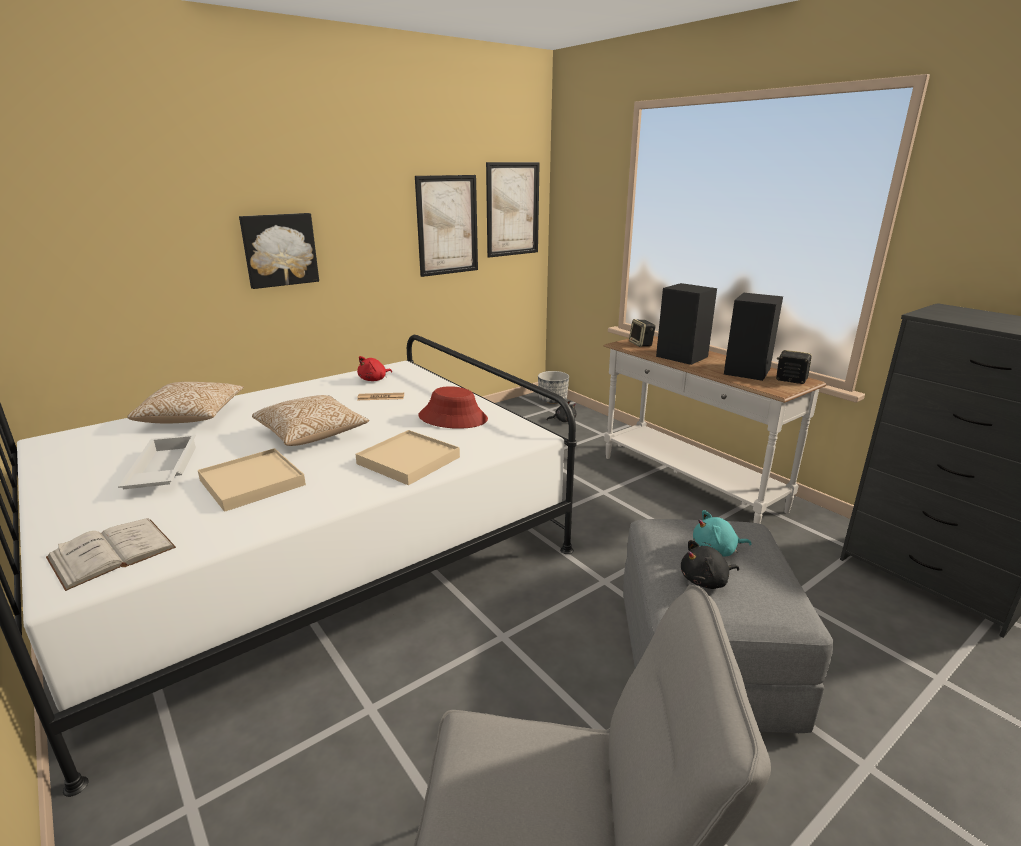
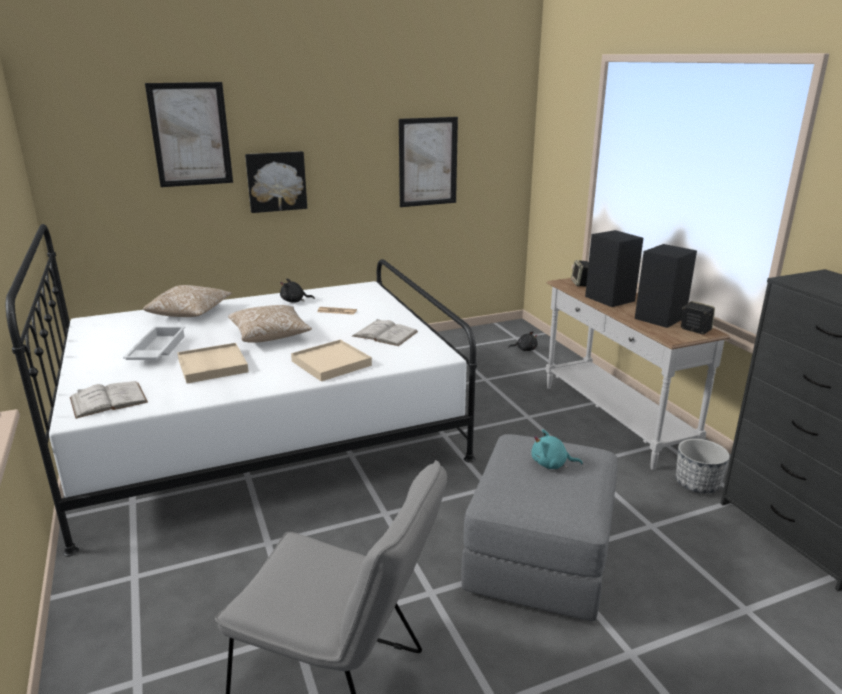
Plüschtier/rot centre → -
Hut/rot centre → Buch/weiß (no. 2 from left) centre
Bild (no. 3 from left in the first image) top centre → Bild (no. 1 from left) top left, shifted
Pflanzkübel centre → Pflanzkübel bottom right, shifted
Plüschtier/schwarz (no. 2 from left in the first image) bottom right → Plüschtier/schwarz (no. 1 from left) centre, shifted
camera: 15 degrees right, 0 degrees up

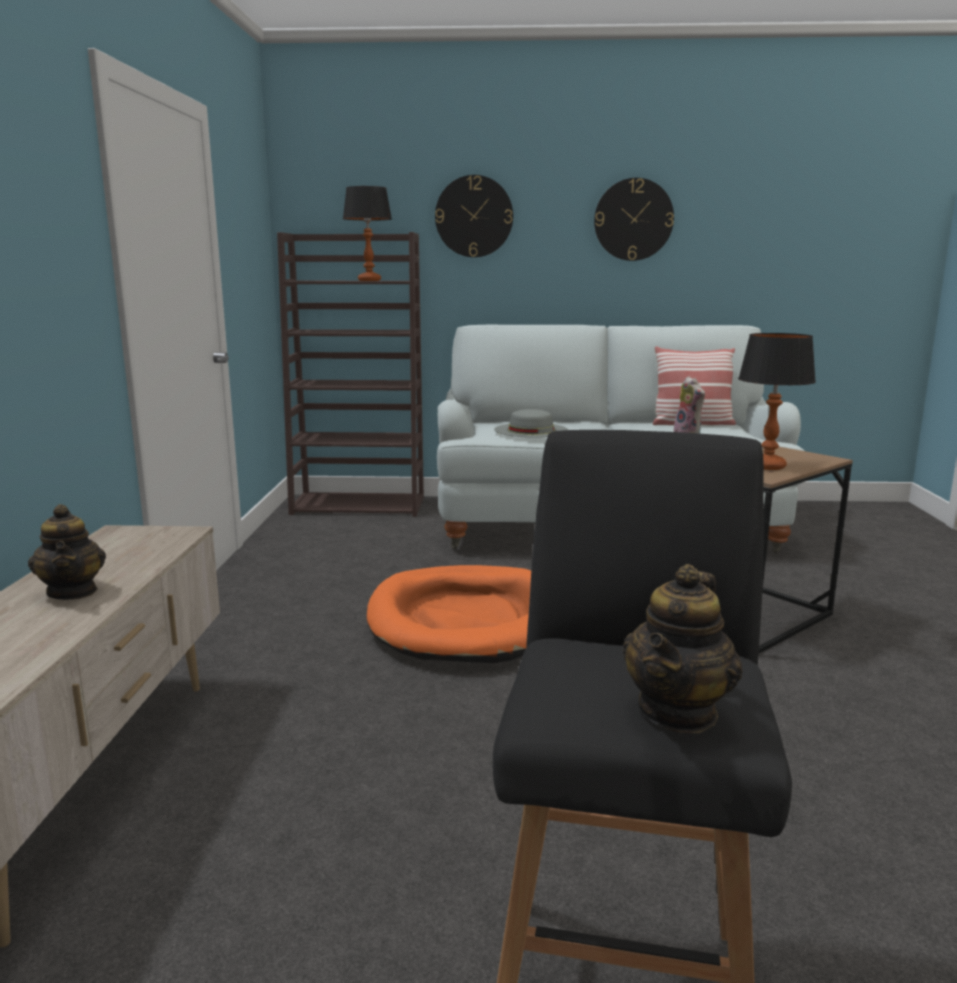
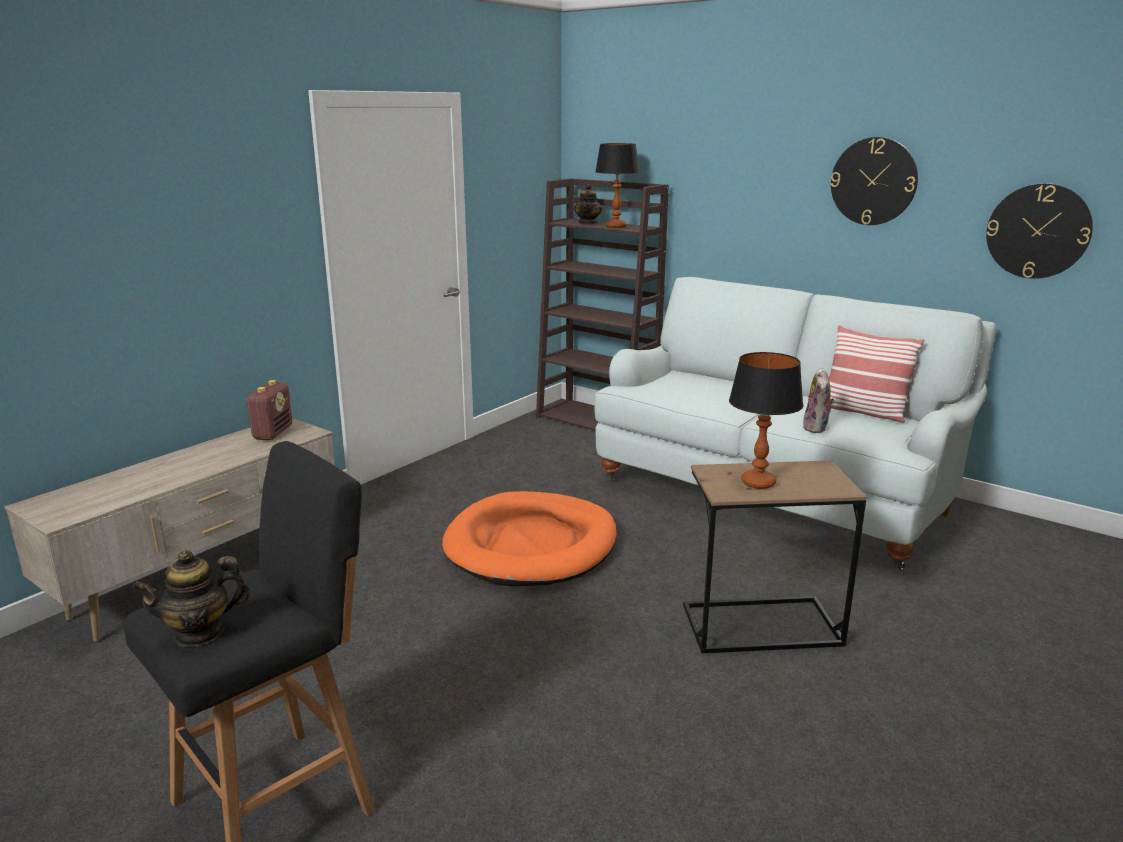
Teekanne (no. 1 from left in the first image) middle left → Teekanne (no. 2 from left) top centre, shifted
Wanduhr (no. 1 from left in the first image) top centre → Wanduhr (no. 2 from left) top right, shifted
Hut/grau centre → -
- → Radio middle left
camera: 35 degrees right, 5 degrees up

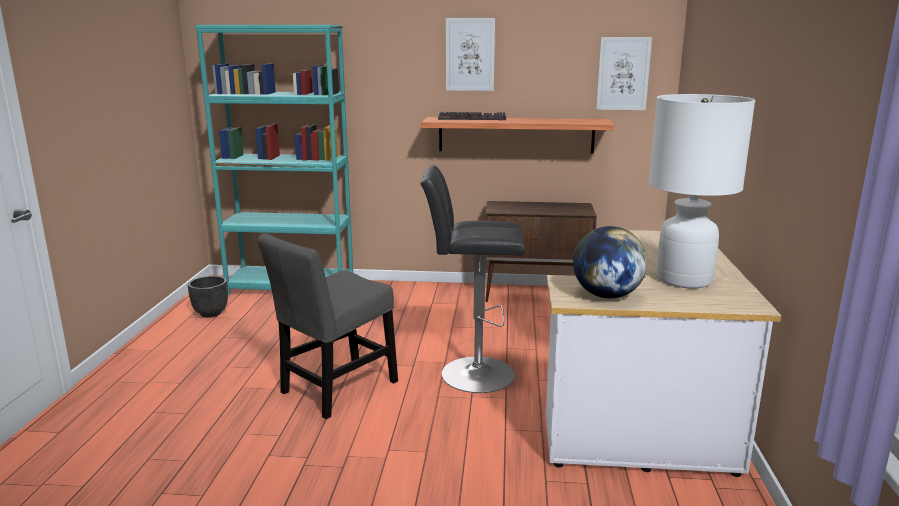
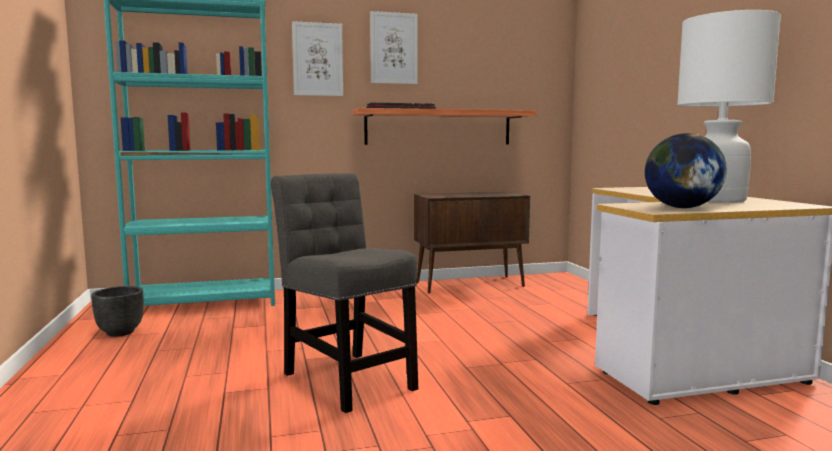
Stuhl/grau centre, 120 degrees clockwise
Hocker/schwarz centre → -
Bild (no. 2 from left in the first image) top right → Bild (no. 1 from left) top centre, shifted
camera: 20 degrees left, 10 degrees down

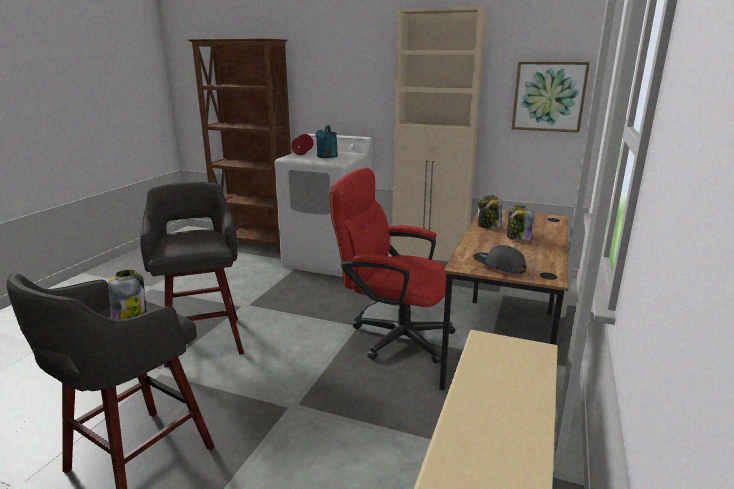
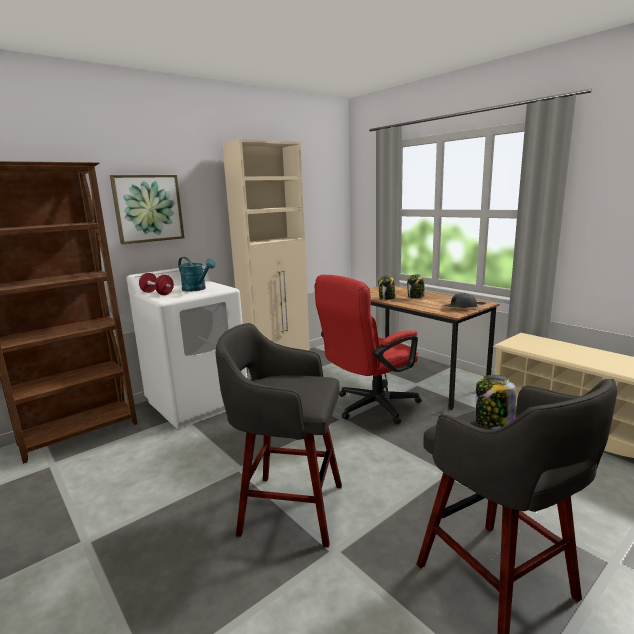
Bild top right → Bild top left, shifted
camera: 60 degrees left, 5 degrees down

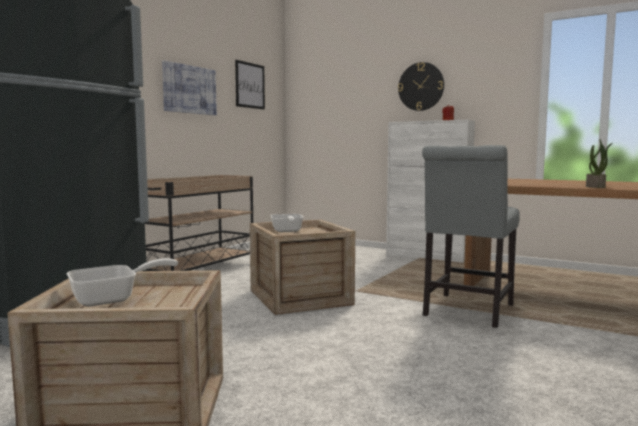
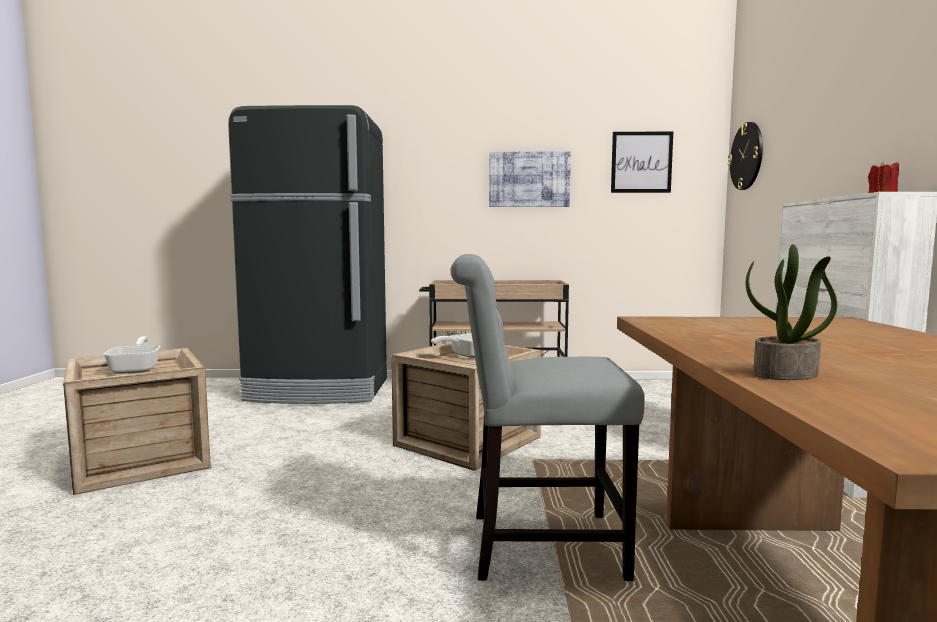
Pfanne (no. 1 from left) middle left, 135 degrees counterclockwise
Wanduhr top centre → Wanduhr top right, shifted
camera: 60 degrees right, 0 degrees up

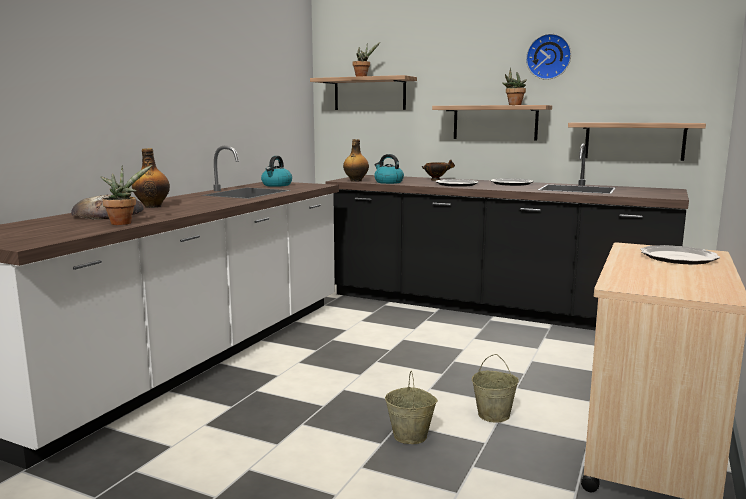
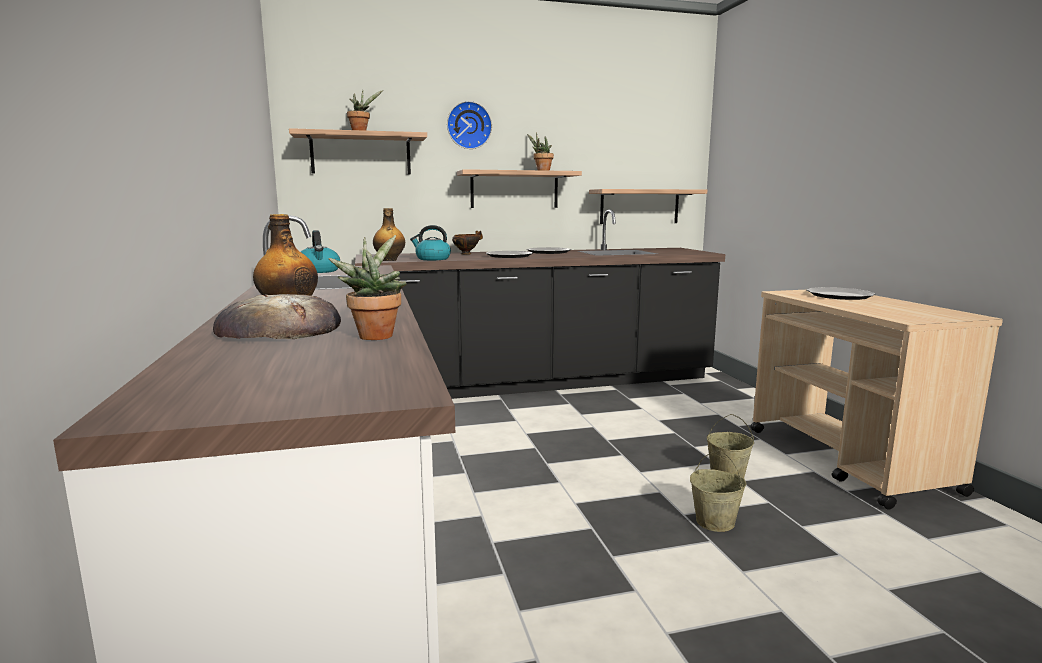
Wanduhr top right → Wanduhr top centre, shifted
camera: 40 degrees left, 0 degrees up

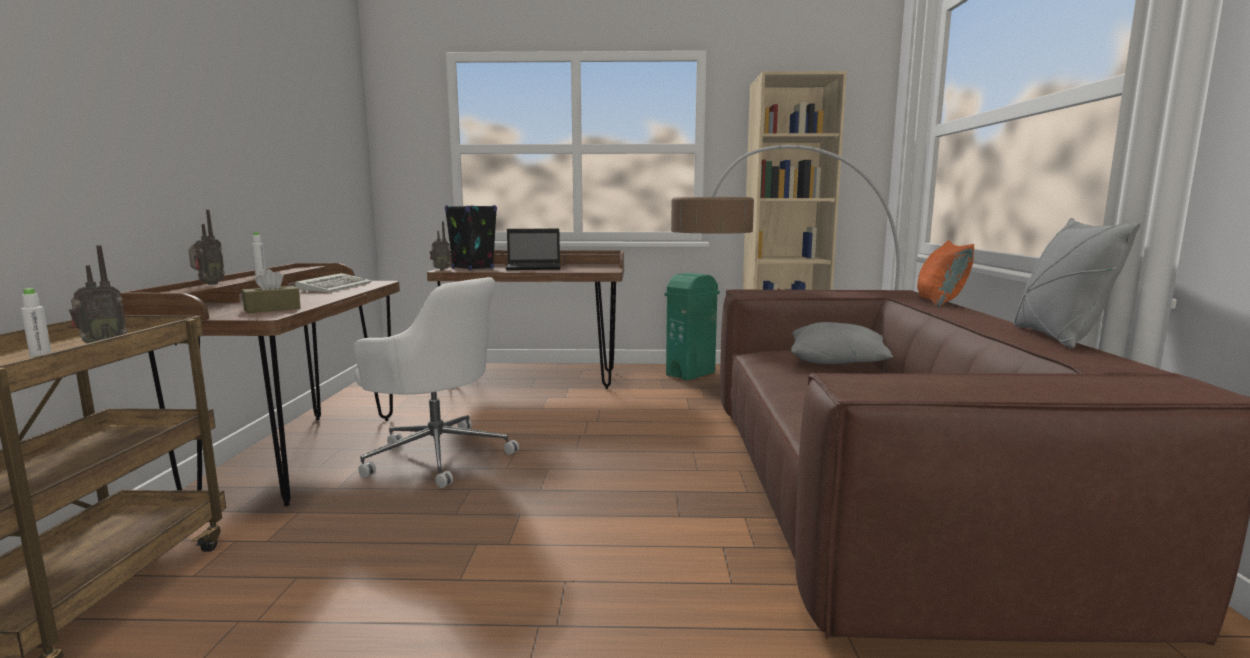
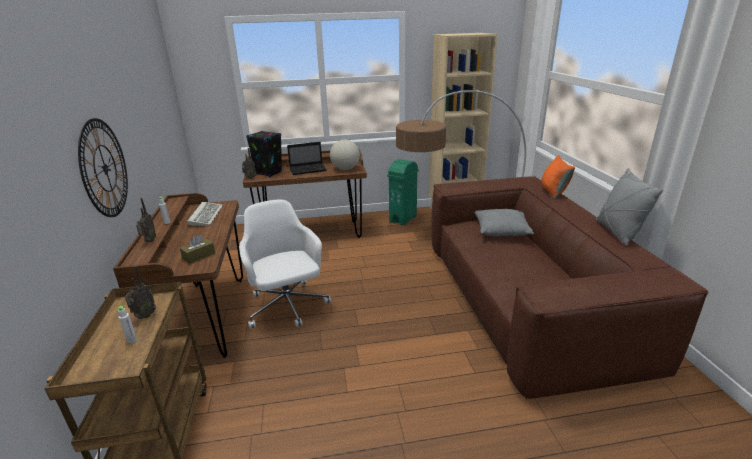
Bürostuhl/weiß centre, 135 degrees counterclockwise
- → Wanduhr middle left
- → Globus centre
camera: 10 degrees left, 15 degrees up

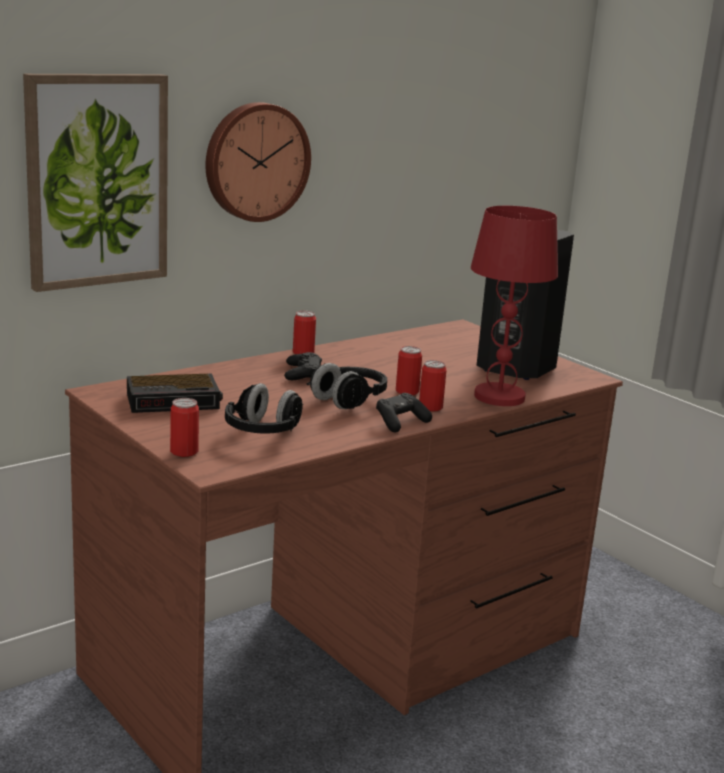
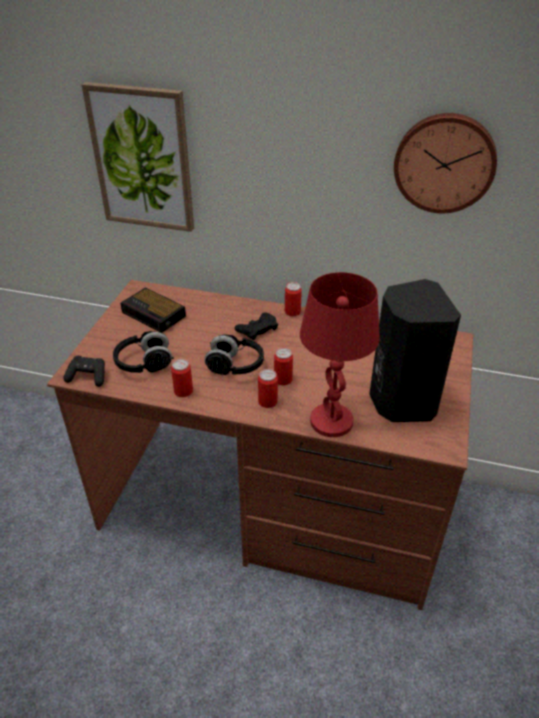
Dose (no. 1 from left) middle left → Dose (no. 1 from left) centre, shifted
Wanduhr top centre → Wanduhr top right, shifted
Gamepad/schwarz (no. 2 from left in the first image) centre → Gamepad/schwarz (no. 1 from left) middle left, shifted
camera: 55 degrees right, 20 degrees up

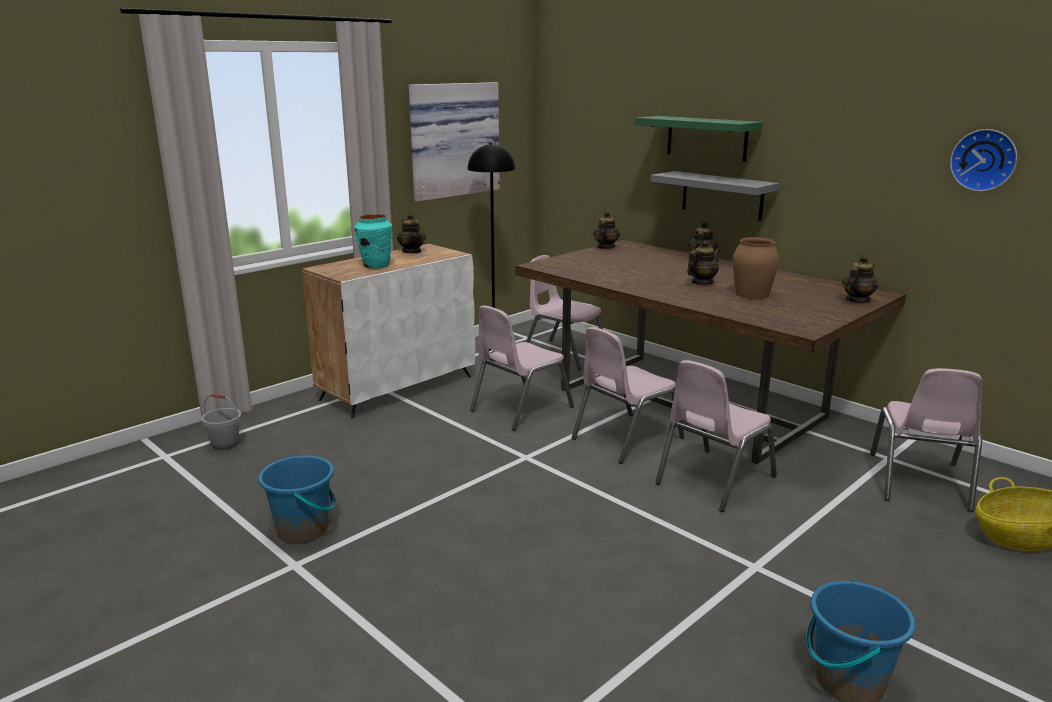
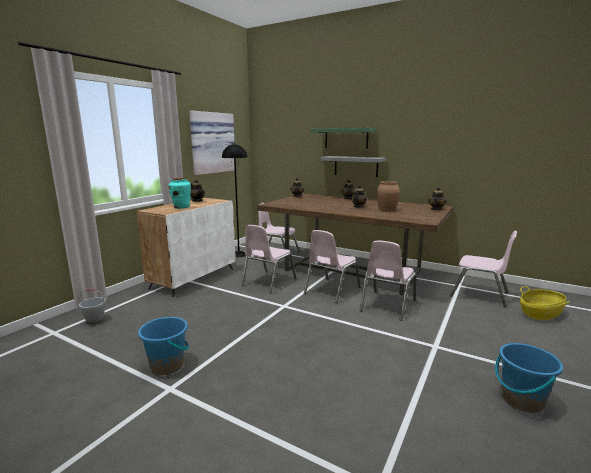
Stuhl/rosa (no. 5 from left) middle right, 60 degrees counterclockwise
Wanduhr top right → -
camera: 15 degrees left, 5 degrees down

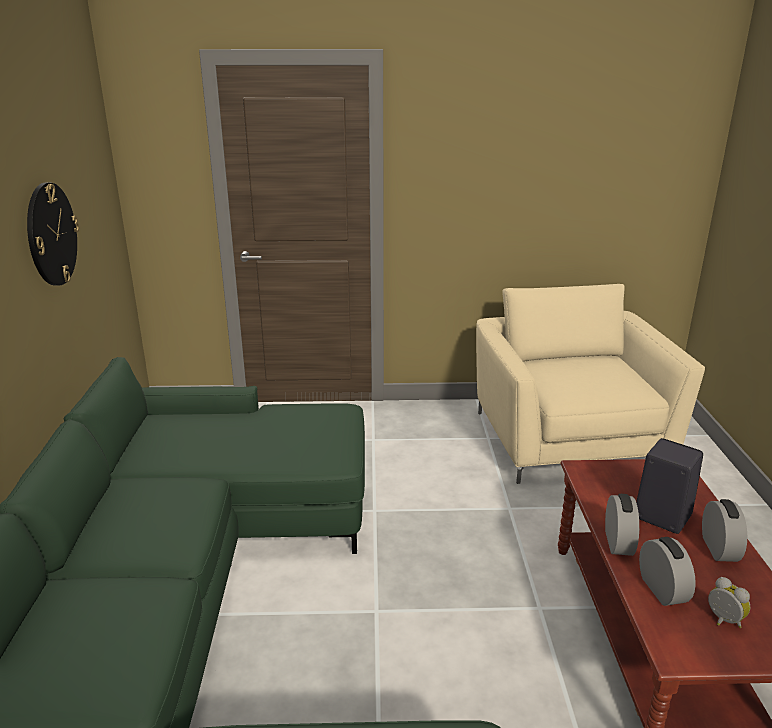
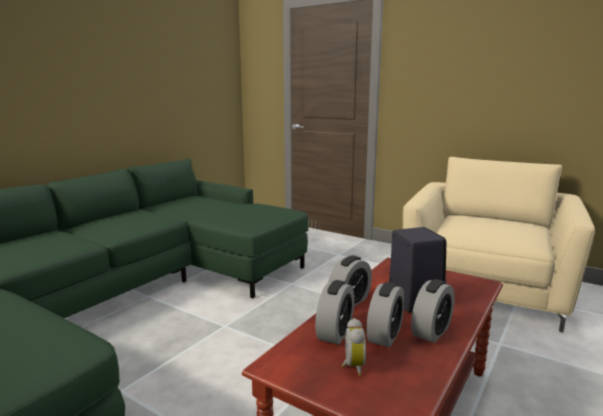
Wanduhr top left → -
- → Wecker (no. 4 from left) bottom centre
camera: 35 degrees right, 10 degrees down

